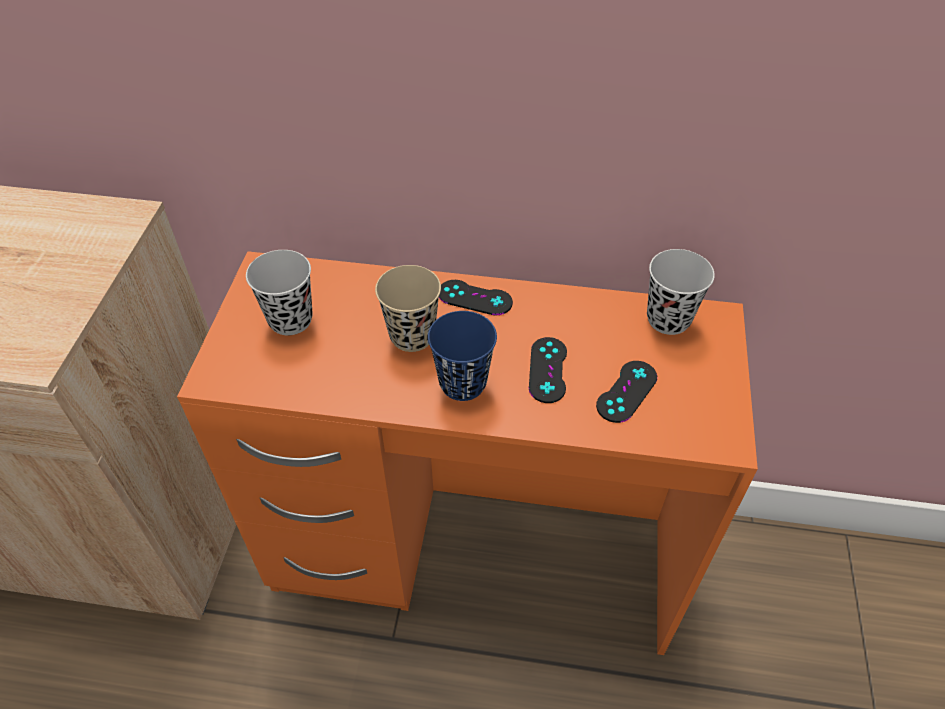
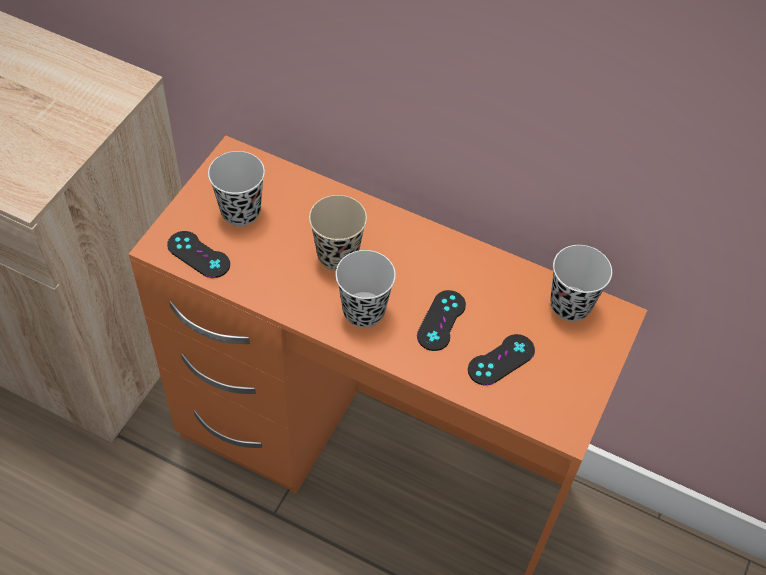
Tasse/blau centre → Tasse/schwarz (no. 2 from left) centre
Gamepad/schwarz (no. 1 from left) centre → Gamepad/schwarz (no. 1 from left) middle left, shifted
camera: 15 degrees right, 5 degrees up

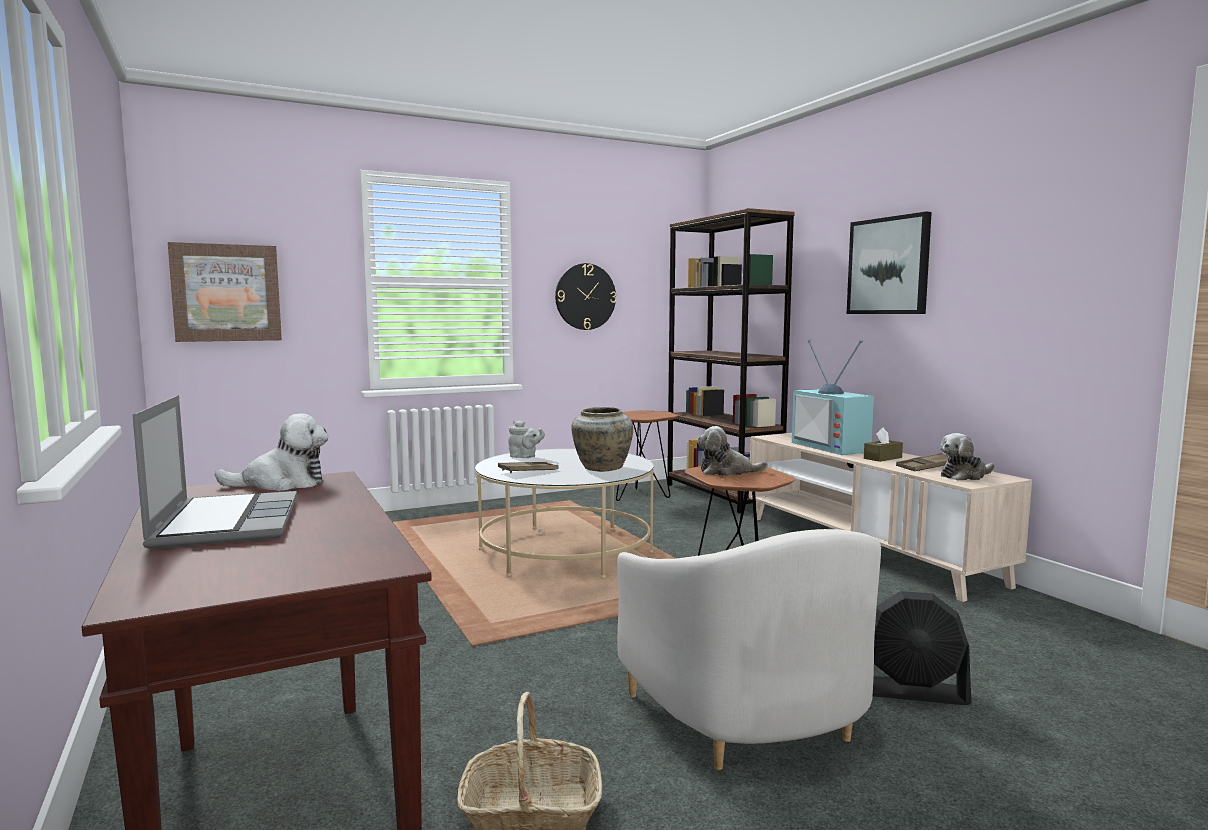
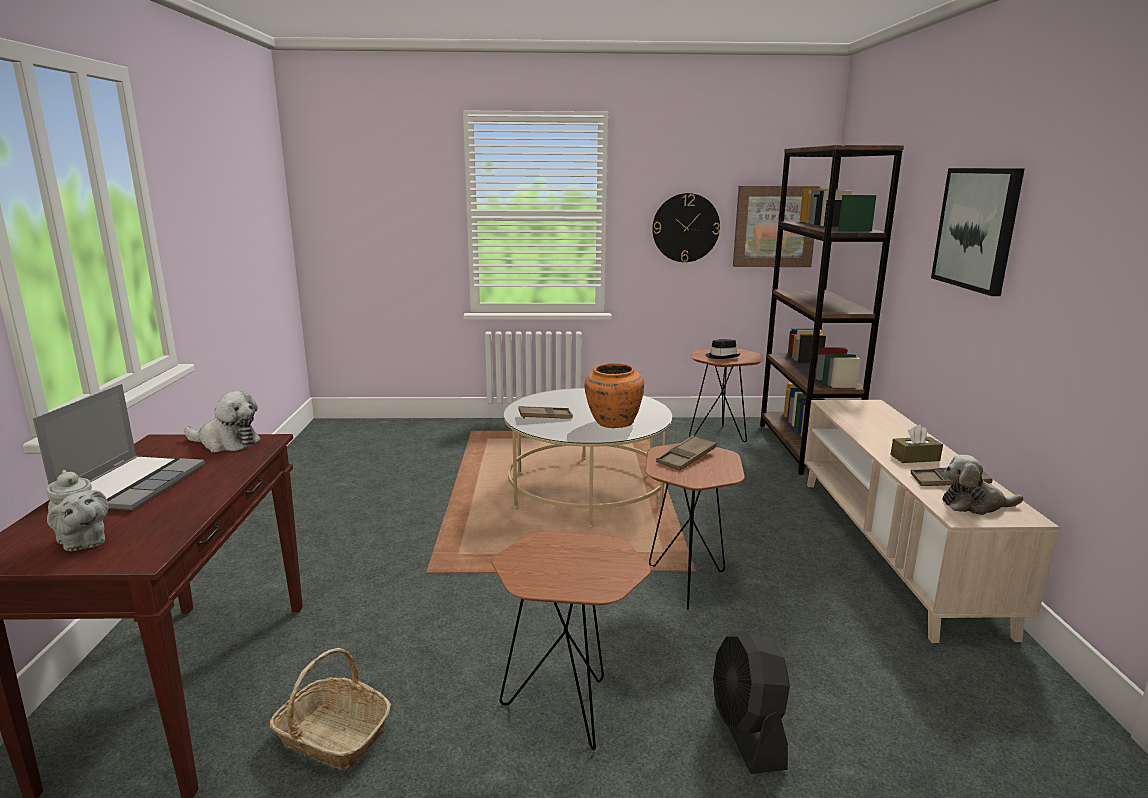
Bild (no. 1 from left) middle left → Bild (no. 1 from left) top right, shifted
Teekanne/grau centre → Teekanne/grau middle left, shifted
Vase/beige centre → Vase/orange centre
Sessel/weiß bottom centre → Beistelltisch/braun (no. 1 from left) bottom centre
Plüschtier (no. 2 from left) centre → Tablett/braun (no. 2 from left) centre
Fernseher middle right → -
Ventilator/schwarz bottom right → Ventilator/schwarz bottom centre, 45 degrees clockwise
- → Hut/schwarz centre
camera: 25 degrees right, 10 degrees up

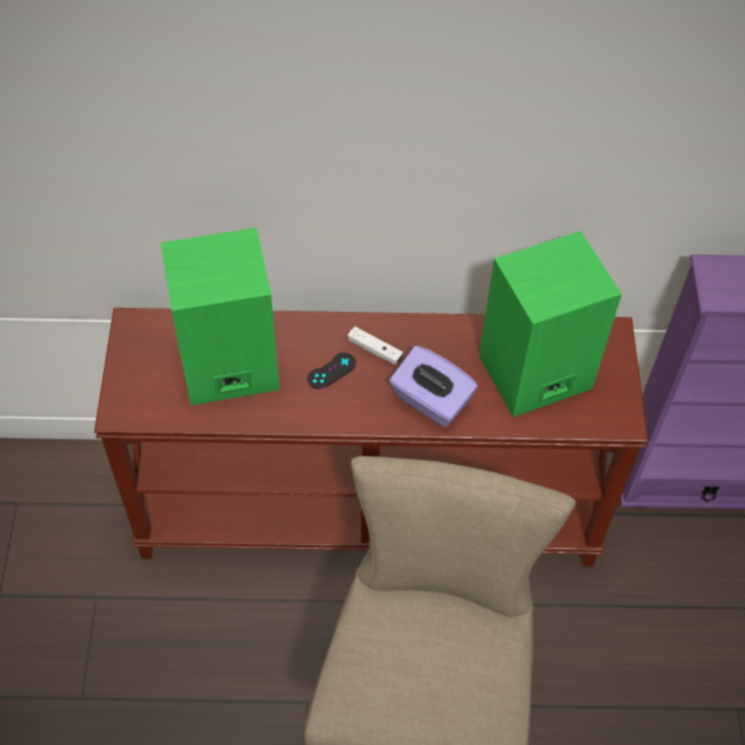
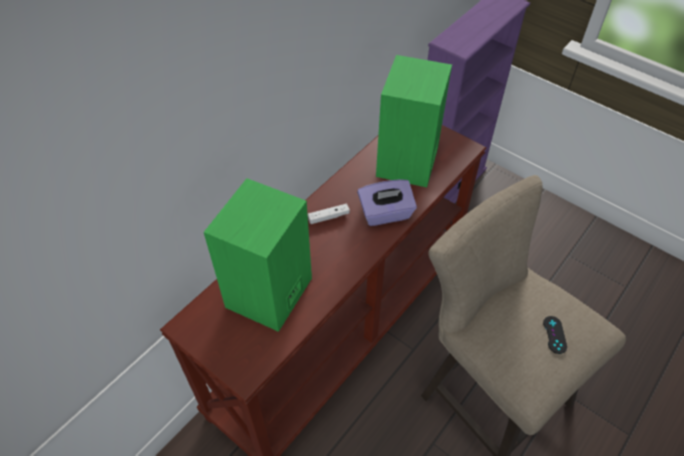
Gamepad/schwarz centre → Gamepad/schwarz bottom right, shifted
camera: 50 degrees left, 5 degrees down

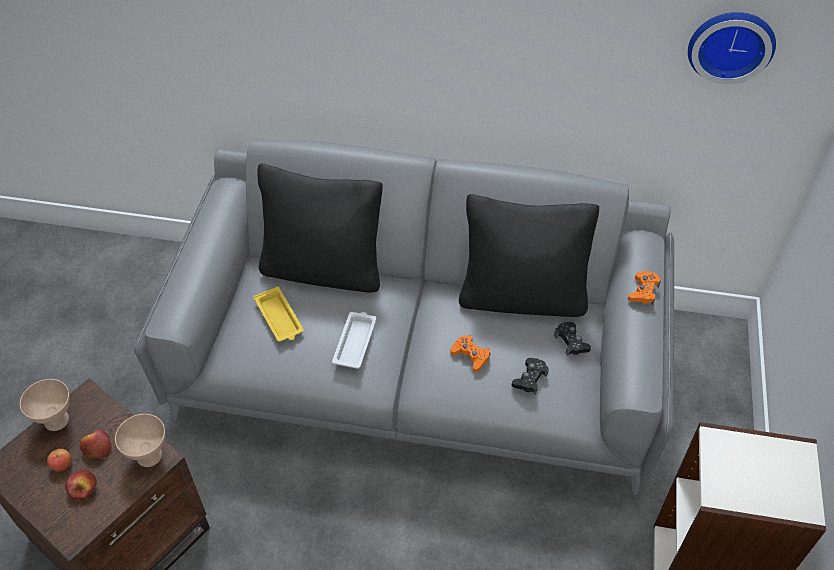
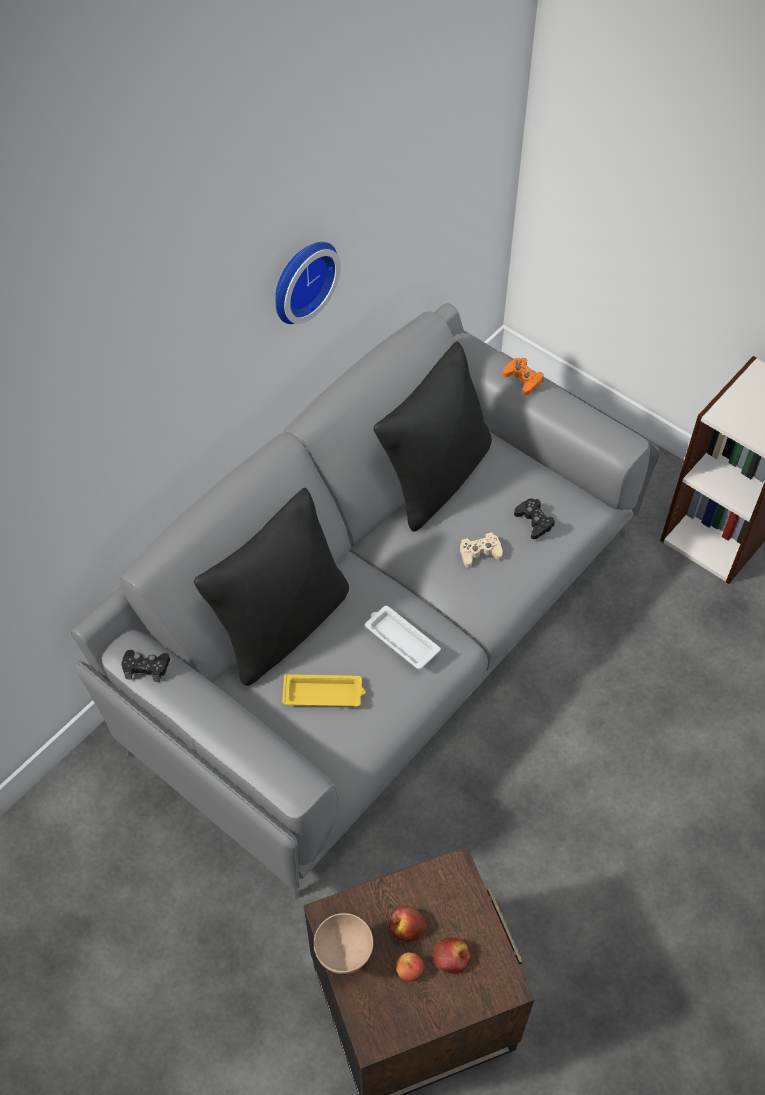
Schüssel/beige (no. 2 from left) bottom left → -
Gamepad/orange (no. 1 from left) centre → Gamepad/beige centre
Gamepad/schwarz (no. 2 from left in the first image) middle right → Gamepad/schwarz (no. 1 from left) middle left, shifted
Wanduhr top right → Wanduhr top centre, shifted
camera: 60 degrees left, 5 degrees up

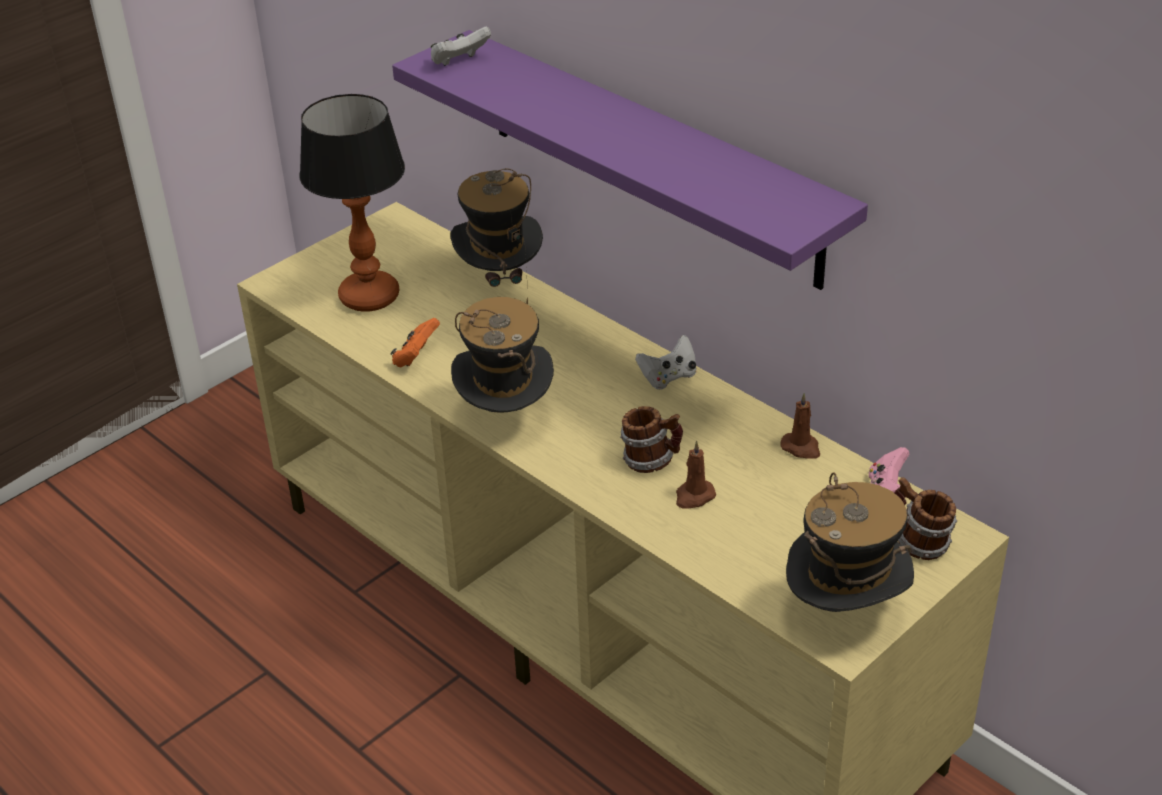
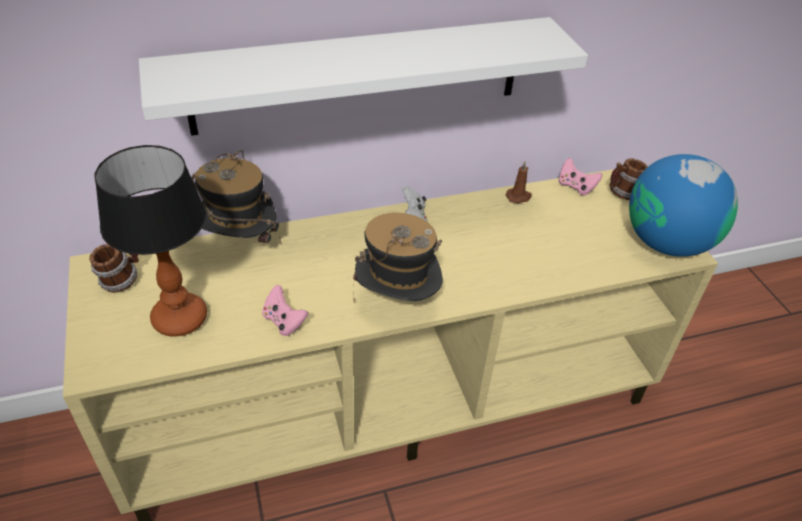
Gamepad/orange centre → Gamepad/rosa (no. 1 from left) centre
Wandregal/lila top centre → Wandregal/weiß top centre
Gamepad/weiß (no. 1 from left) top centre → -
Henkelbecher (no. 1 from left) centre → Henkelbecher (no. 1 from left) middle left, shifted
Kerze/braun (no. 1 from left) centre → -
Hut (no. 3 from left) bottom right → Globus middle right
camera: 65 degrees left, 5 degrees up

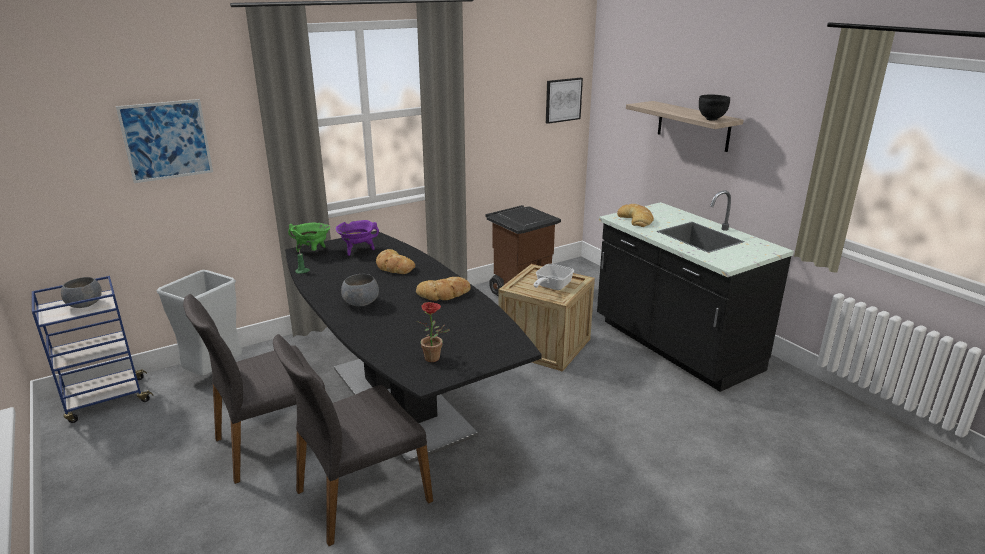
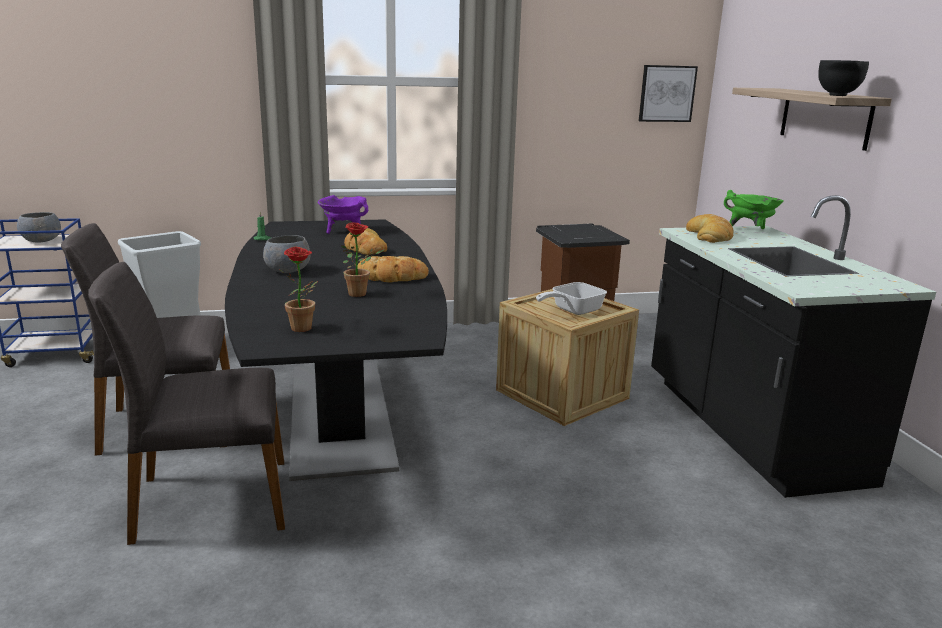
Bild (no. 1 from left) top left → -
Kochtopf/grün middle left → Kochtopf/grün top right, shifted
- → Topfpflanze (no. 2 from left) centre
camera: 20 degrees right, 5 degrees down

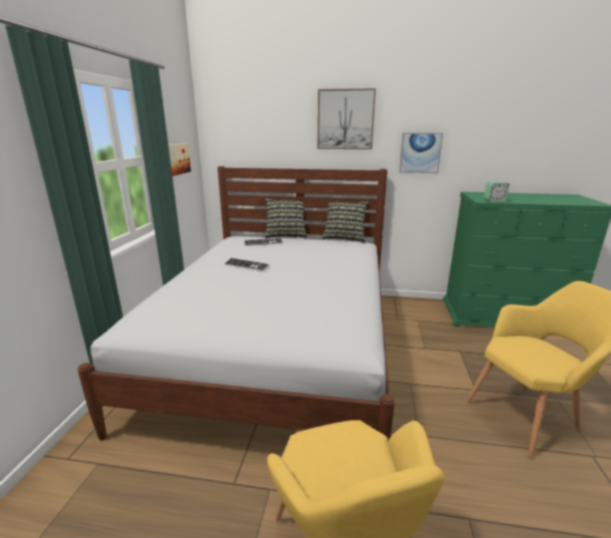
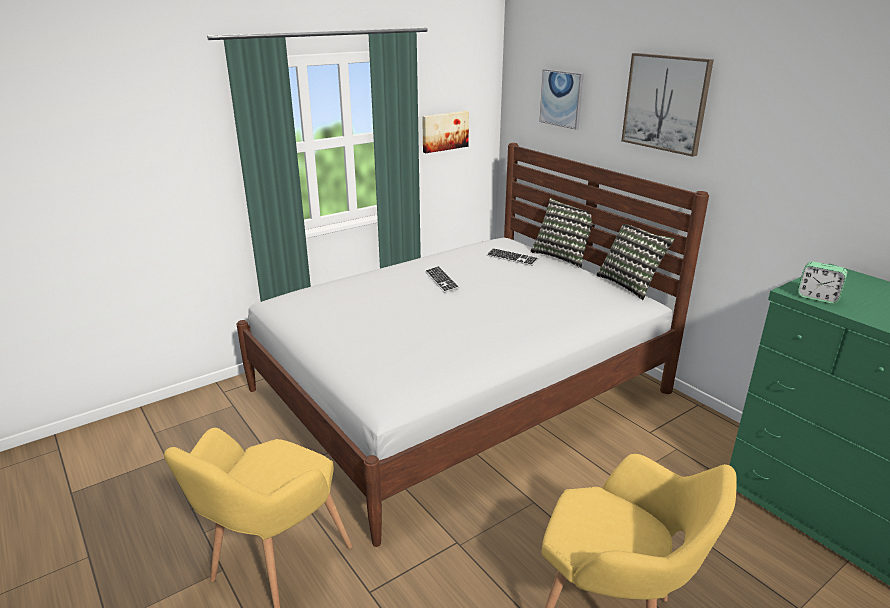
Bild (no. 3 from left in the first image) top right → Bild (no. 2 from left) top centre, shifted
camera: 45 degrees right, 5 degrees up

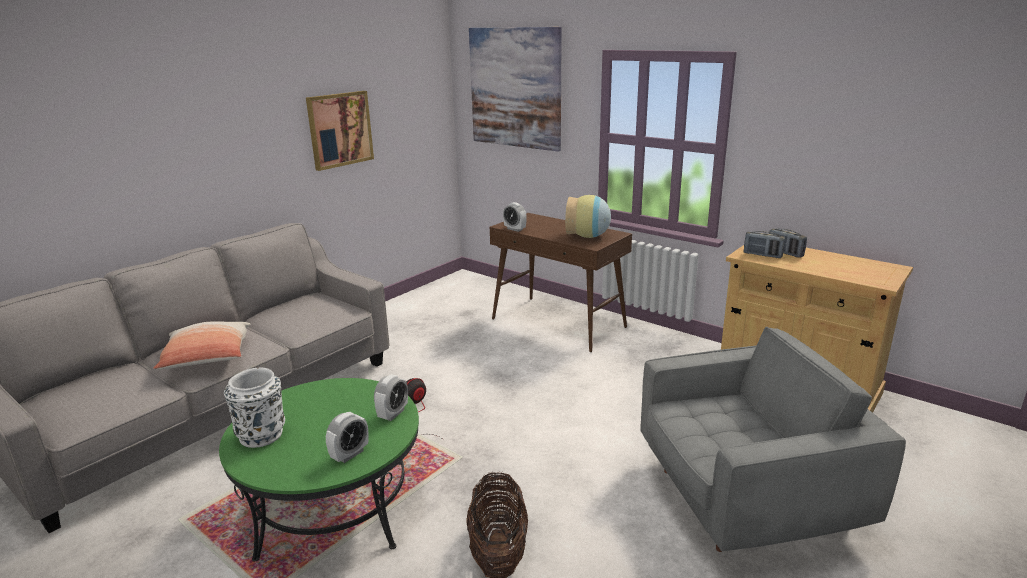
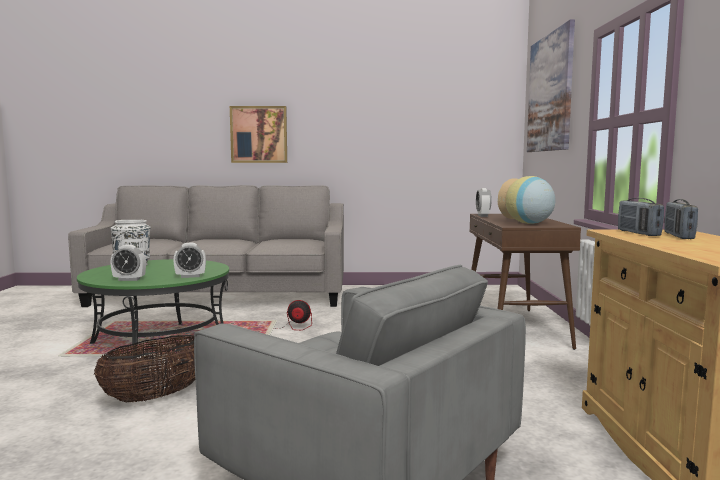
Kissen middle left → -
Bild (no. 1 from left) top left → Bild (no. 1 from left) top centre, shifted
camera: 50 degrees right, 15 degrees down

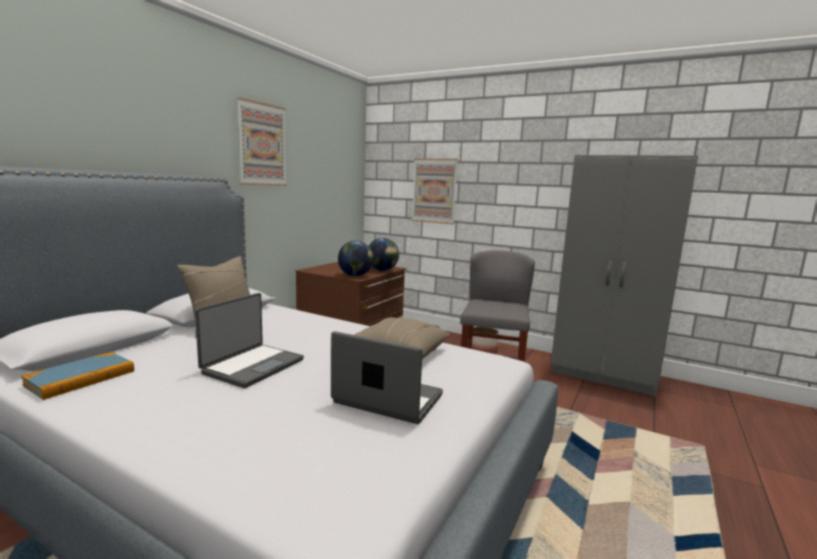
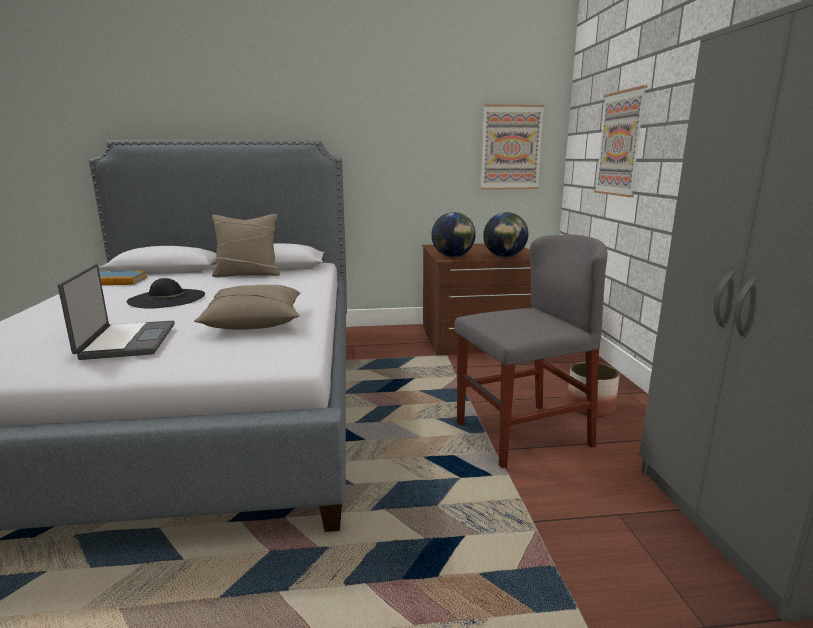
Laptop (no. 1 from left) middle left → Hut/schwarz middle left
Bild (no. 1 from left) top left → Bild (no. 1 from left) top centre, shifted
camera: 55 degrees right, 5 degrees up

